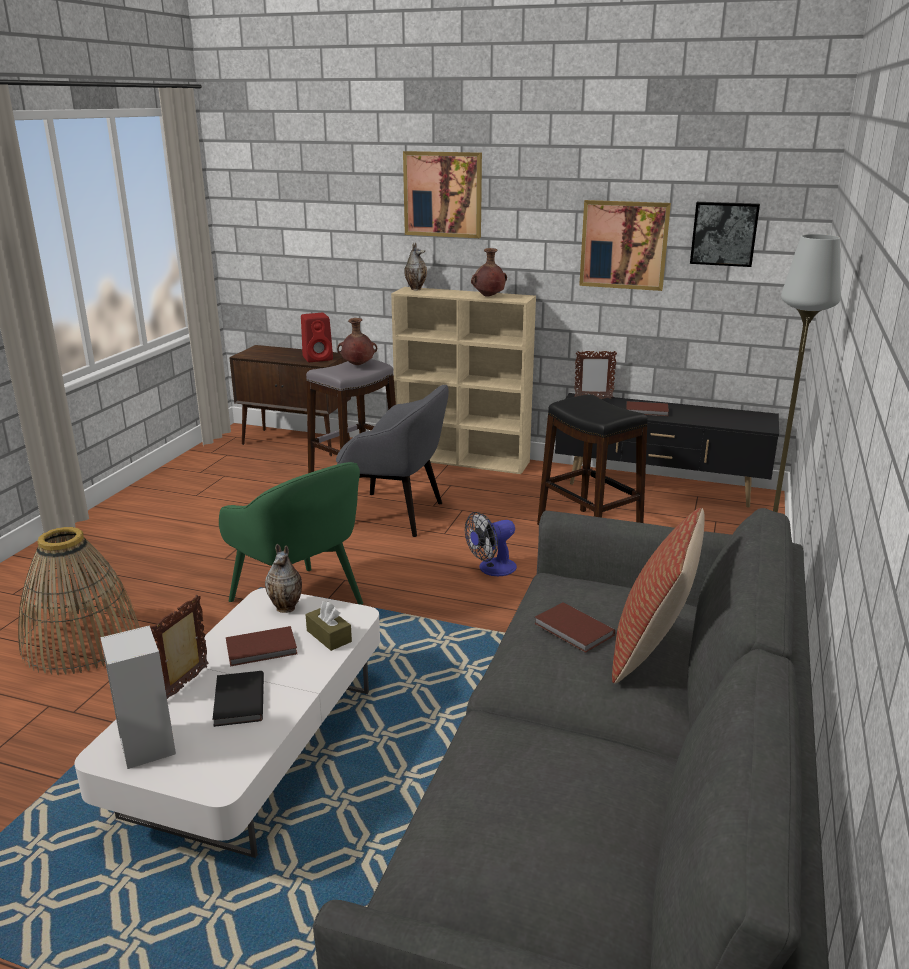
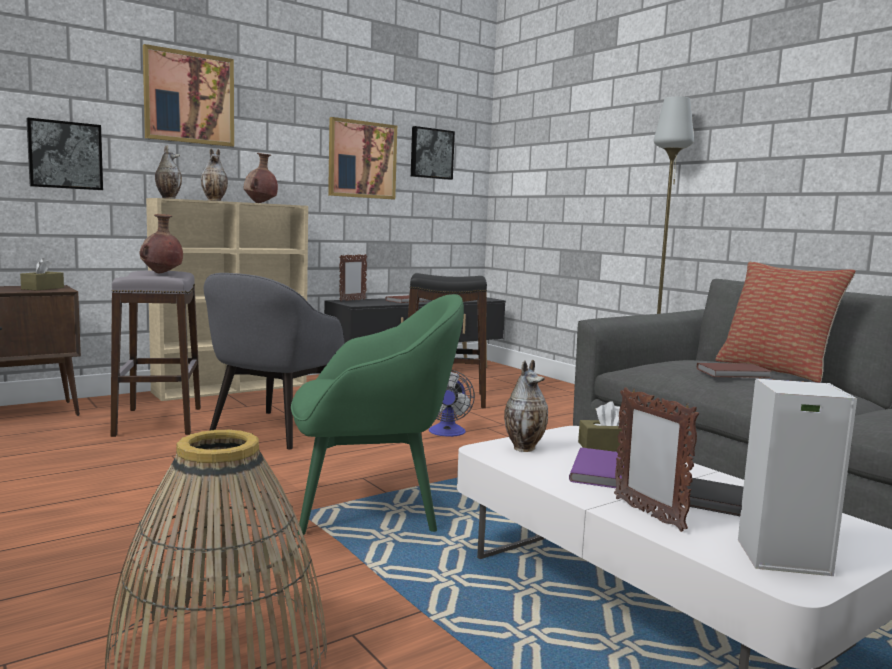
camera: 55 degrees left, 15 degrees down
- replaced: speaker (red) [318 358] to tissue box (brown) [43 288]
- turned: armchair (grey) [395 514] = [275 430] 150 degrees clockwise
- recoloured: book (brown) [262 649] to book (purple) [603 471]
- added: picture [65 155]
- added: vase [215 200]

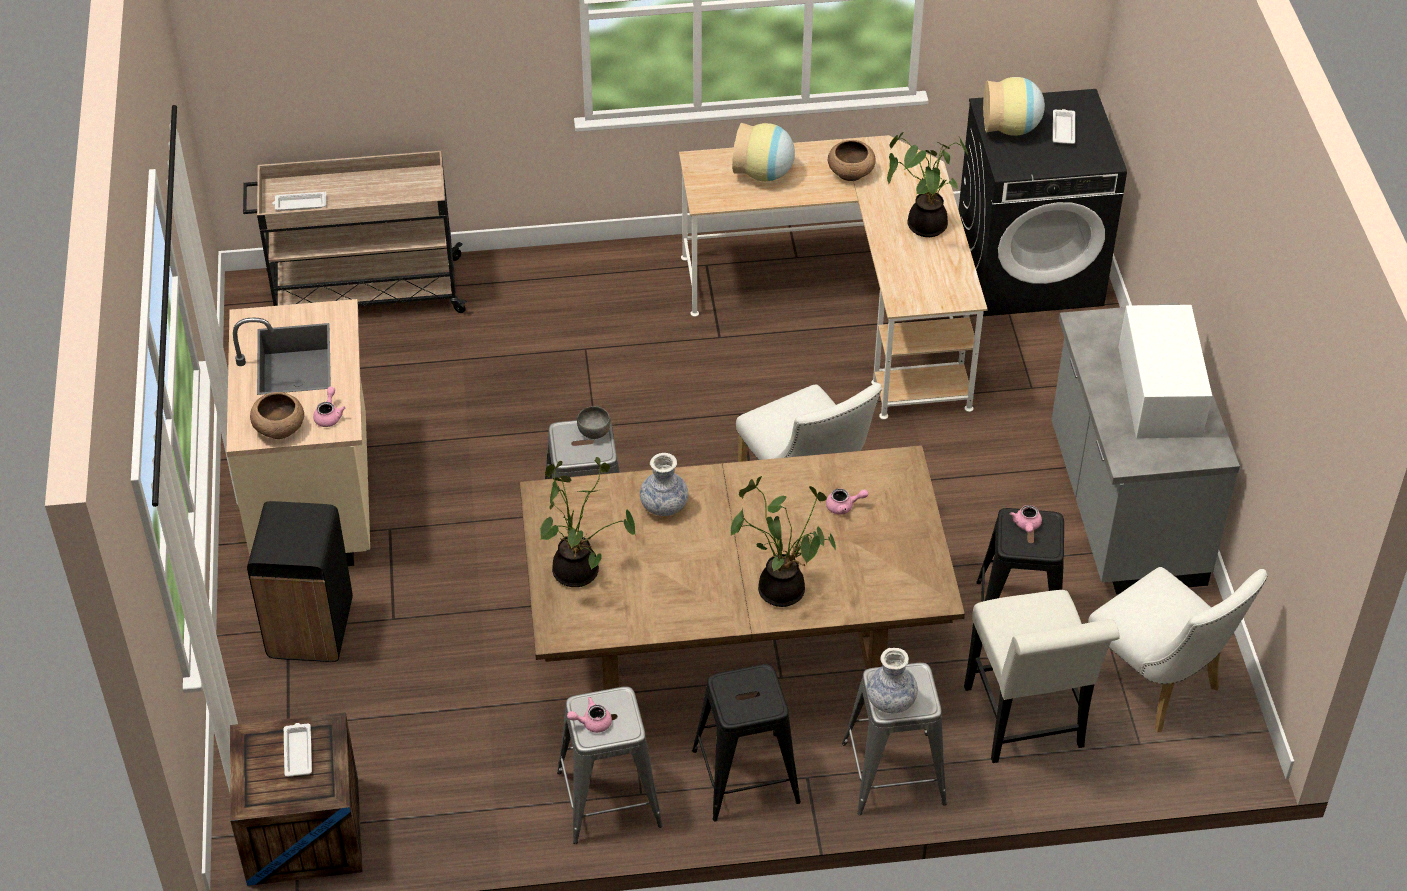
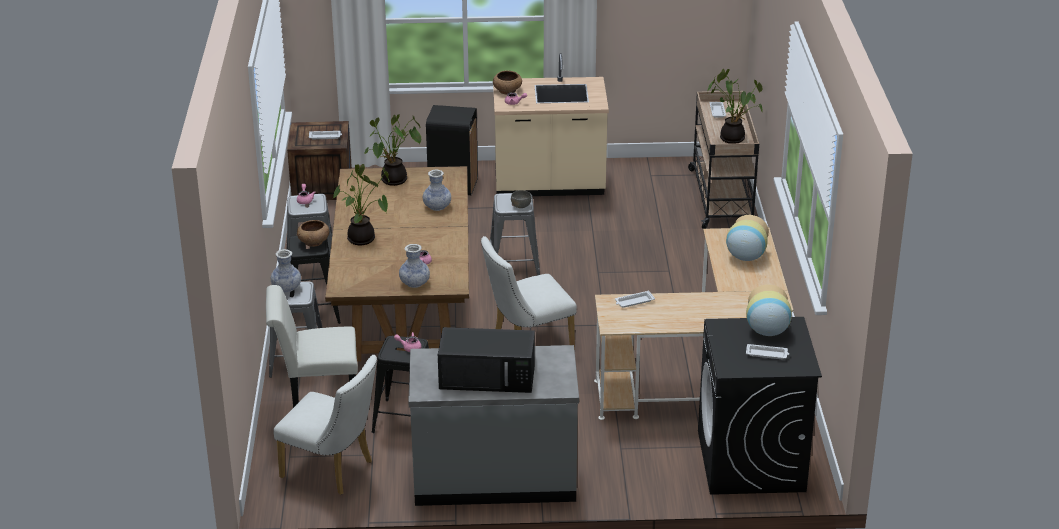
camera: 95 degrees right, 15 degrees down
- moved: potted plant [923 224] to [733 138]
- moved: bowl (brown) [851 173] to [313 242]
- recoloured: microwave (white) [1159 389] to microwave (black) [488 376]
- turned: chair (white) [1158 686] = [333 471] 120 degrees counterclockwise
- added: vase [414 283]
- added: tray (white) [634 302]

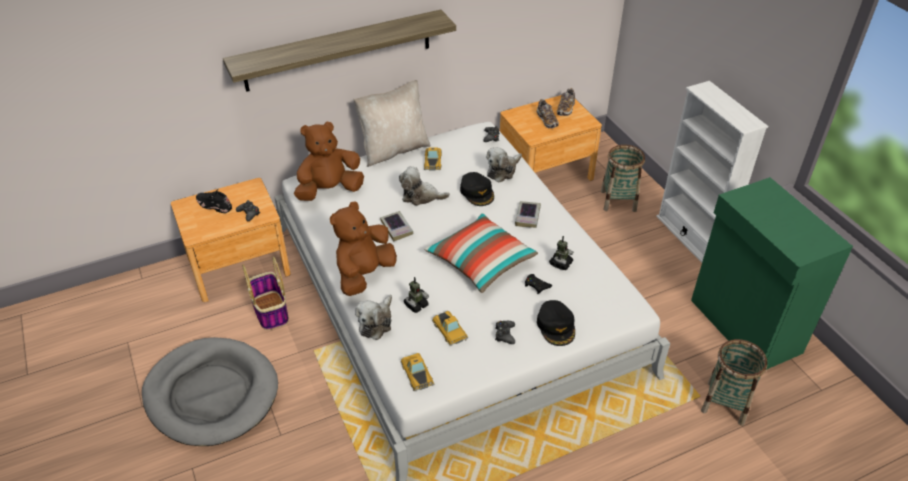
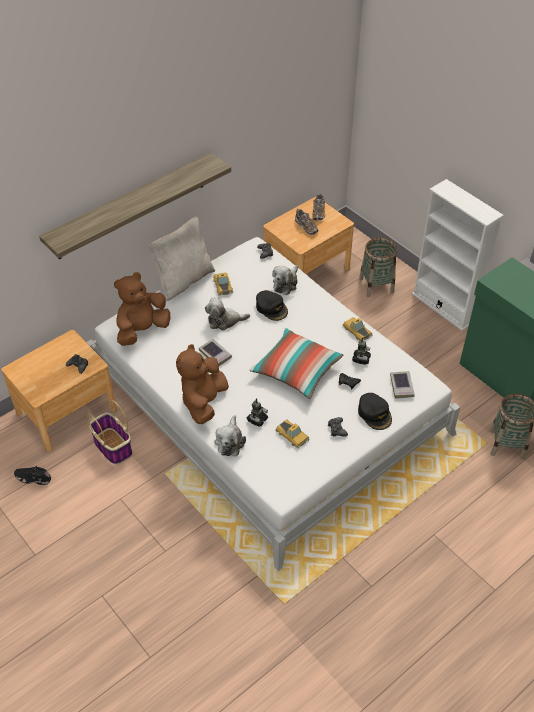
camera: 15 degrees left, 5 degrees up
- moved: shoe (black) [214 205] to [33 478]
- moved: book [527 216] to [401 386]
- removed: dog bed (grey) [212 394]
- moved: toy car [417 373] to [357 330]

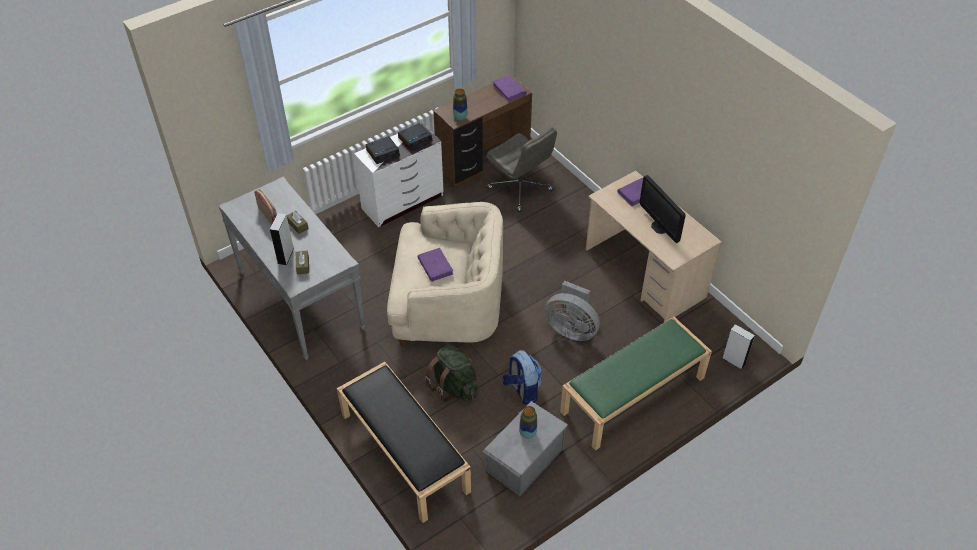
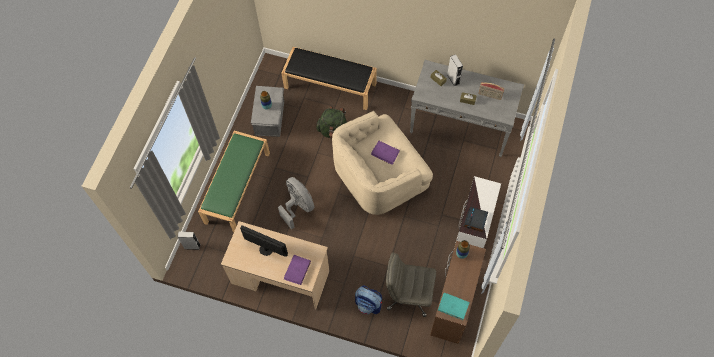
camera: 145 degrees right, 15 degrees up
- recoloured: book (purple) [509 90] to book (turquoise) [453 307]
- removed: alarm clock [383 152]
- turned: fan (grey) [571 329] = [298 206] 60 degrees clockwise
- moved: backpack [522 390] to [368 304]

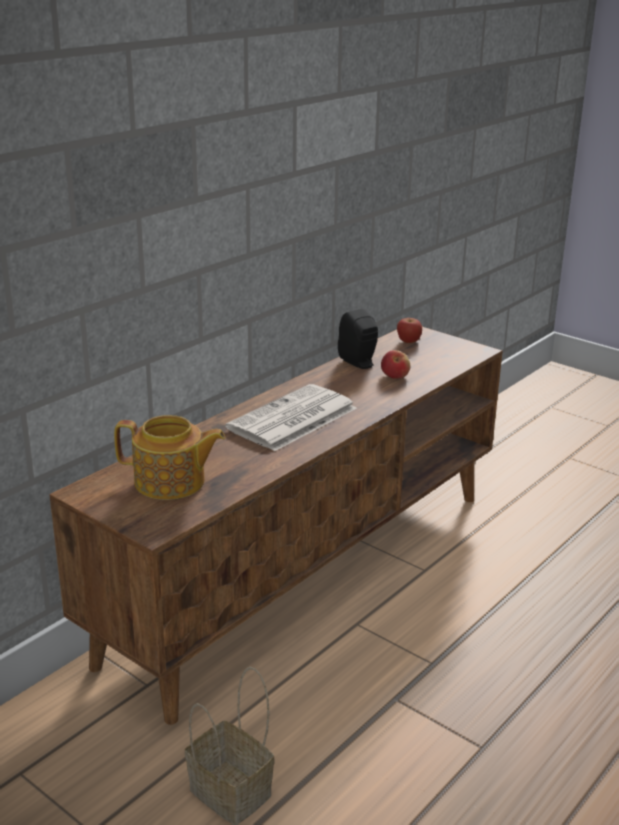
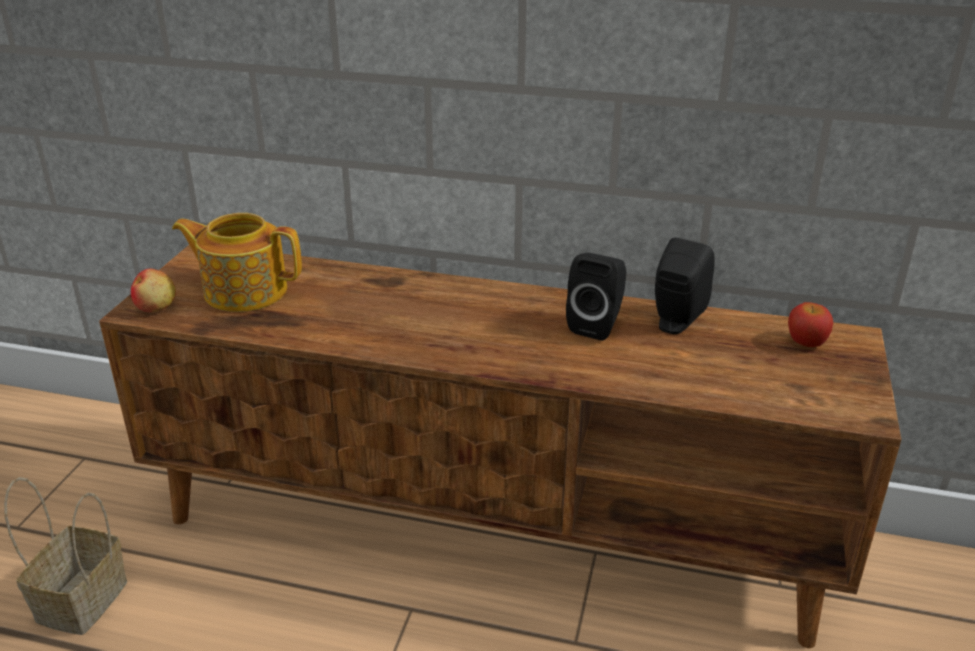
camera: 65 degrees right, 5 degrees up
- moved: apple [395 375] to [157 307]
- removed: newspaper [292 419]
- turned: teapot [171 482] = [244 290] 120 degrees clockwise
- added: speaker (black) [597 325]

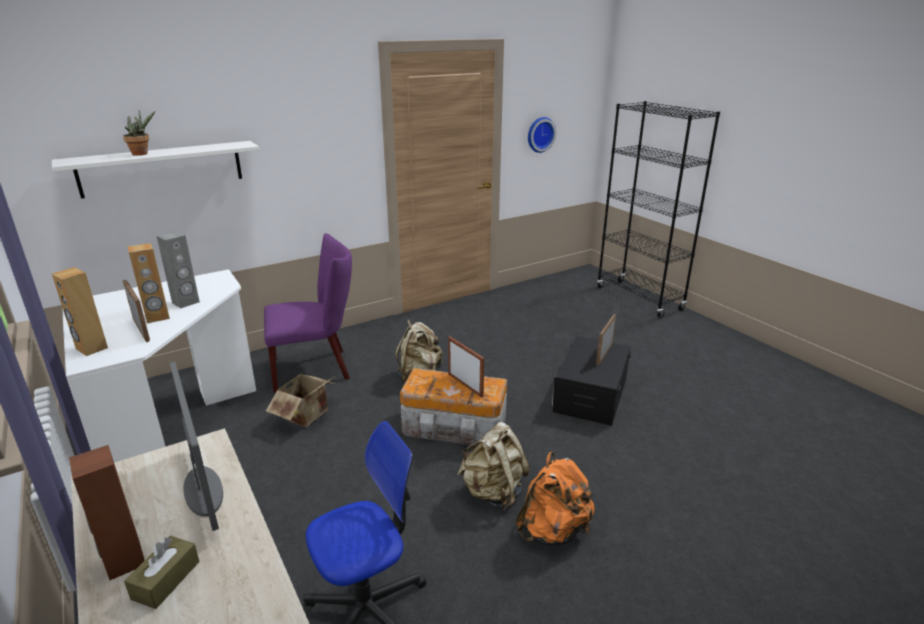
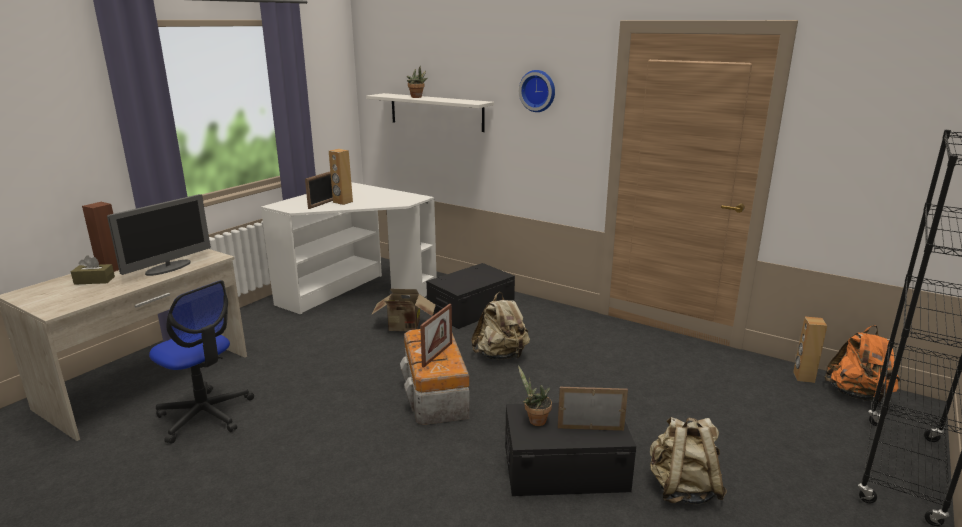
camera: 65 degrees right, 5 degrees down
- moved: wall clock [539 134] to [538 90]
- removed: speaker (grey) [186 302]
- replaced: chair (purple) [316 368] to storage box (black) [471 309]
- moved: speaker (brown) [91 348] to [803 377]
- moved: backpack (beige) [493 492] to [682 489]
- moved: backpack (orange) [553 531] to [858 395]
- added: potted plant [534 420]

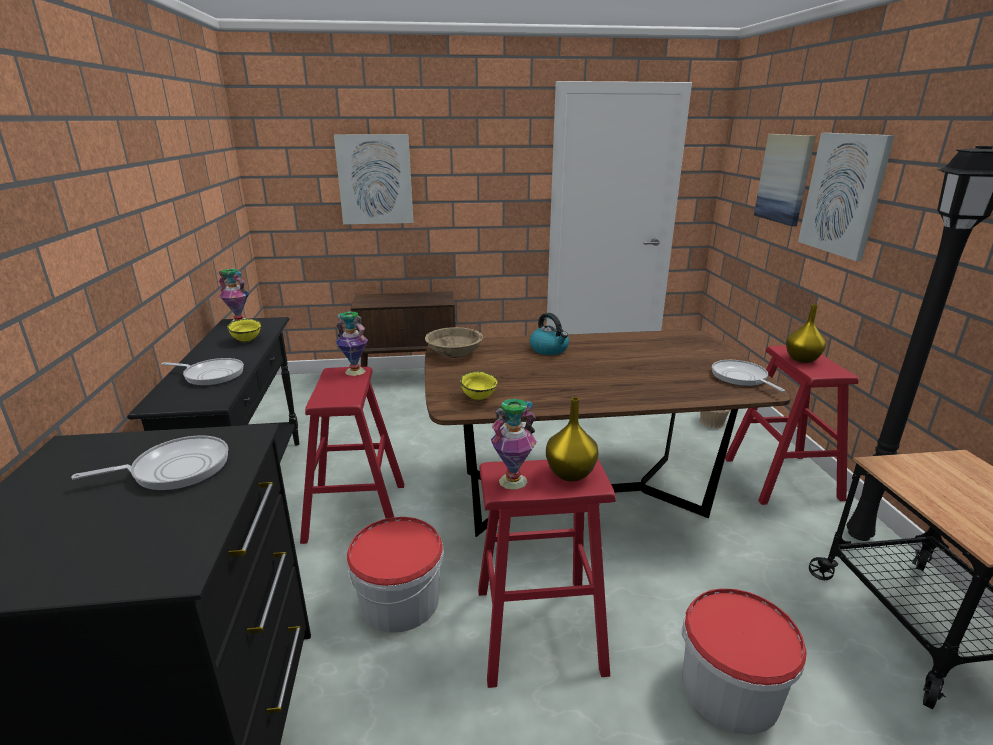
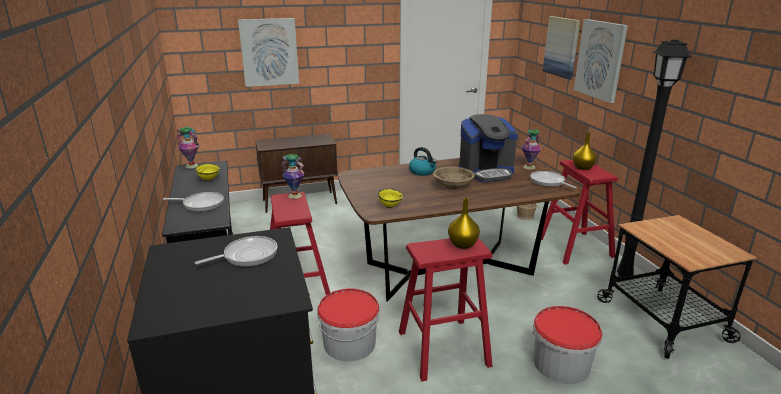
camera: 10 degrees left, 0 degrees up
- moved: bowl (beige) [454 354] to [453 186]
- moved: vase [513 480] to [529 167]
- added: coffee machine [486 172]

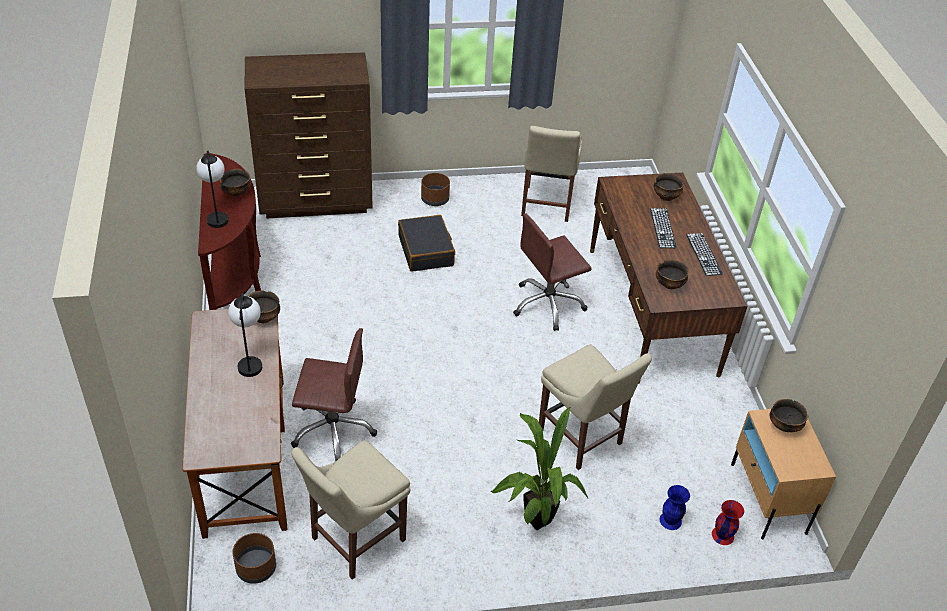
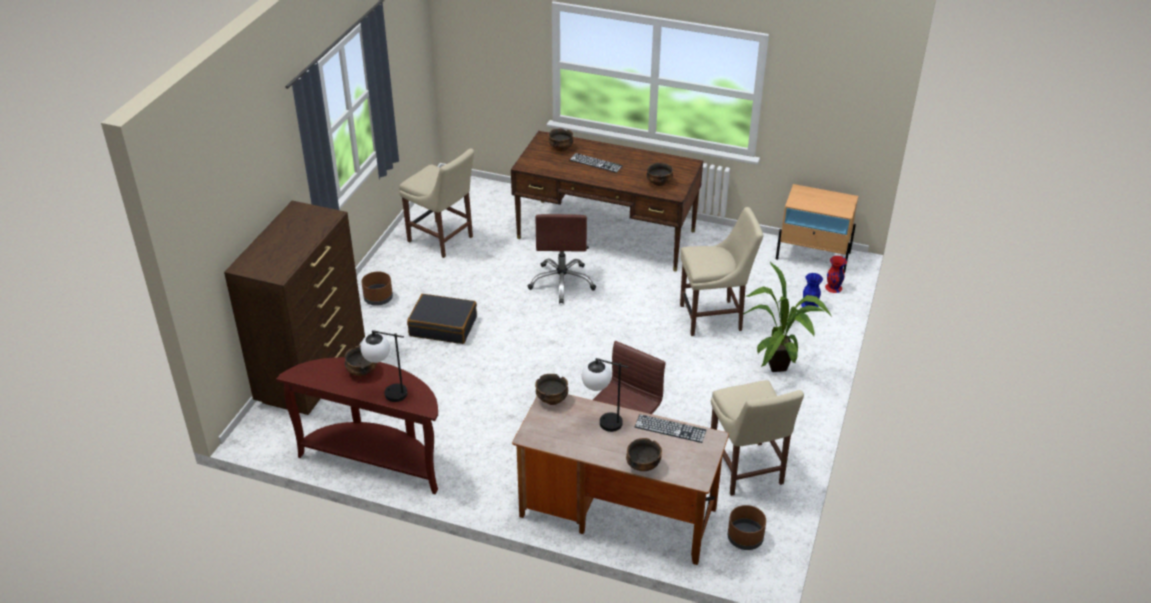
camera: 60 degrees left, 5 degrees down
- moved: keyboard [704 254] to [670 428]
- moved: bowl [784 426] to [642 466]

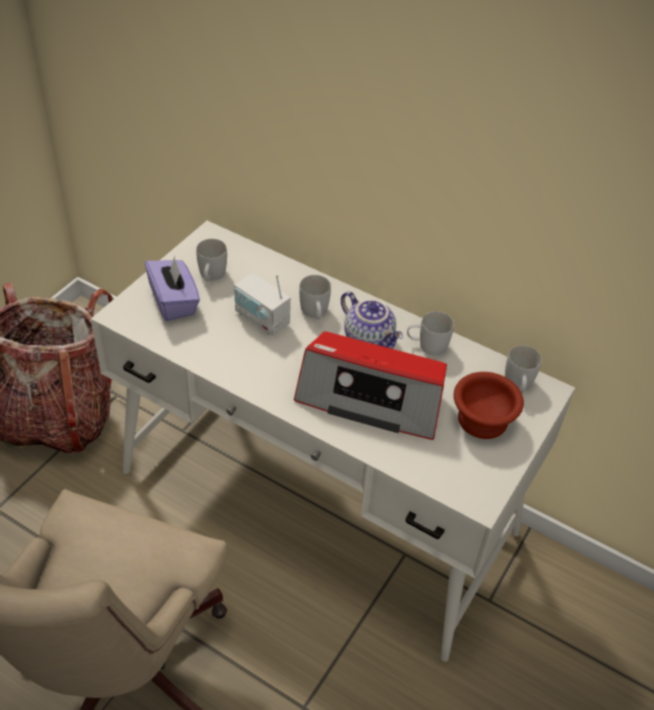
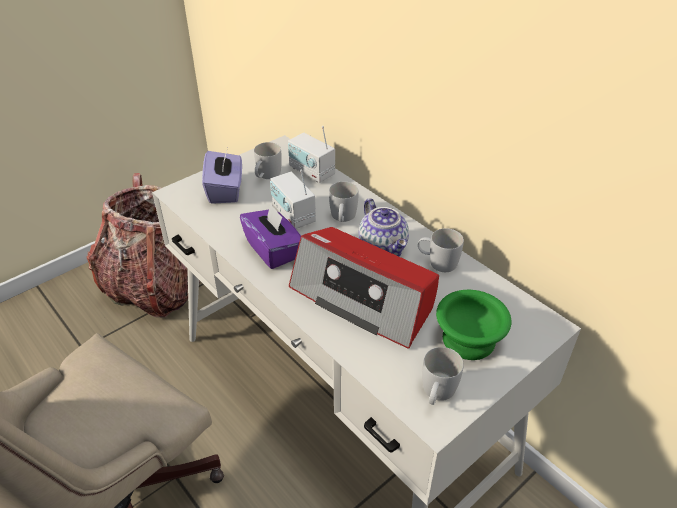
camera: 20 degrees right, 5 degrees down
- moved: mug (white) [518 385] to [437 393]
- recoloured: bowl (brown) [485 420] to bowl (green) [470 341]
- added: radio [311 172]
- added: tissue box (purple) [273 250]

